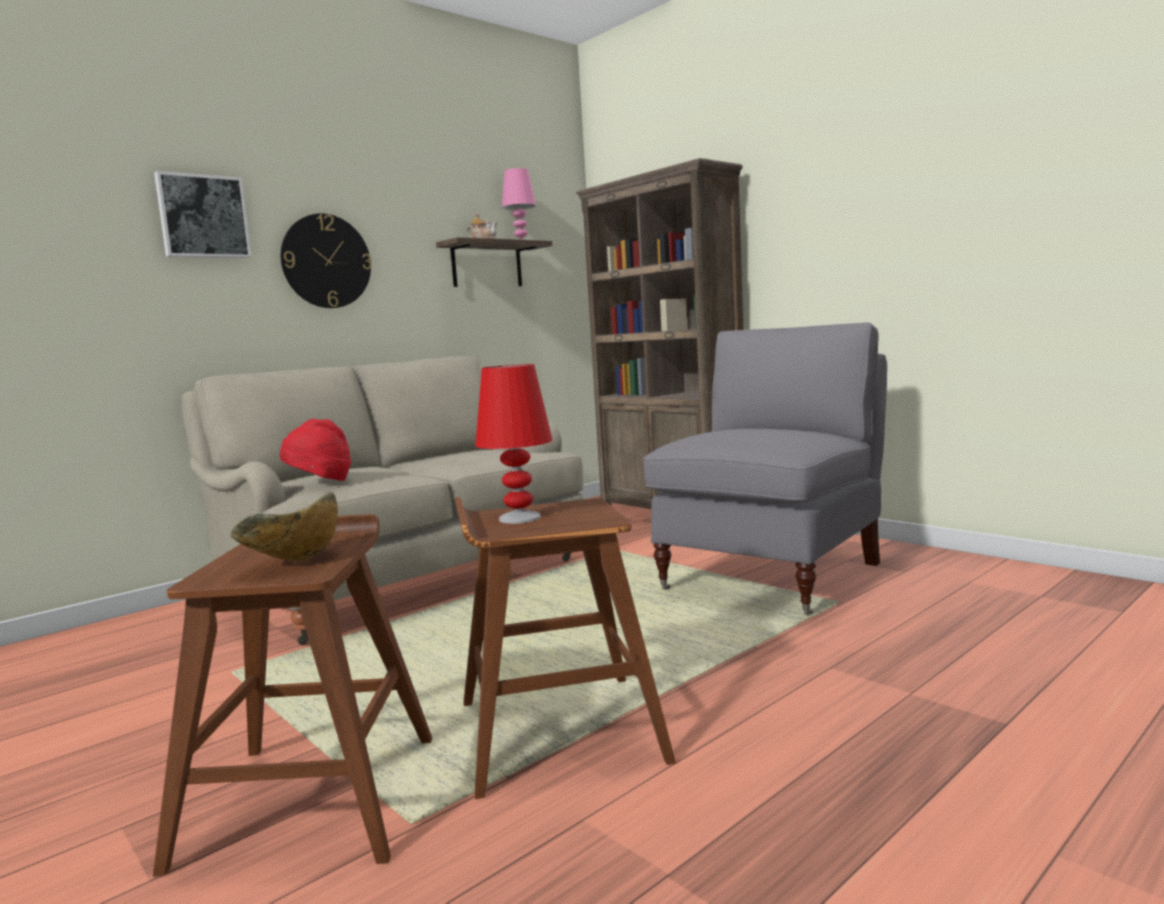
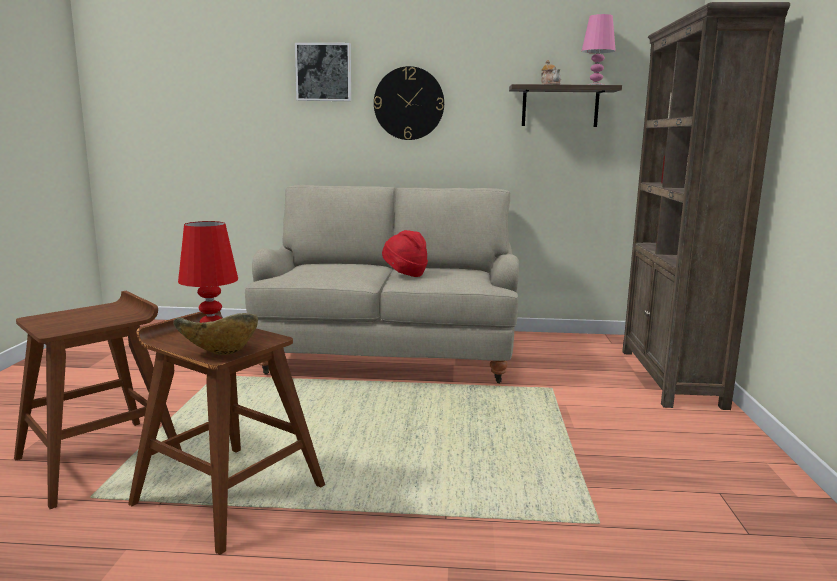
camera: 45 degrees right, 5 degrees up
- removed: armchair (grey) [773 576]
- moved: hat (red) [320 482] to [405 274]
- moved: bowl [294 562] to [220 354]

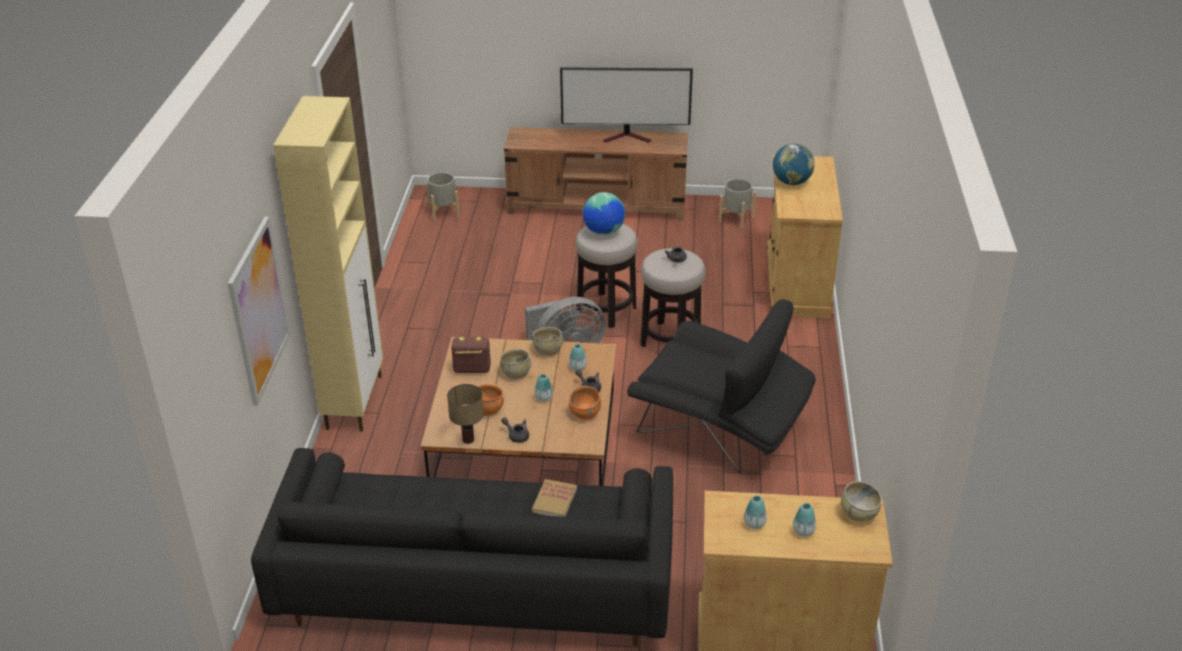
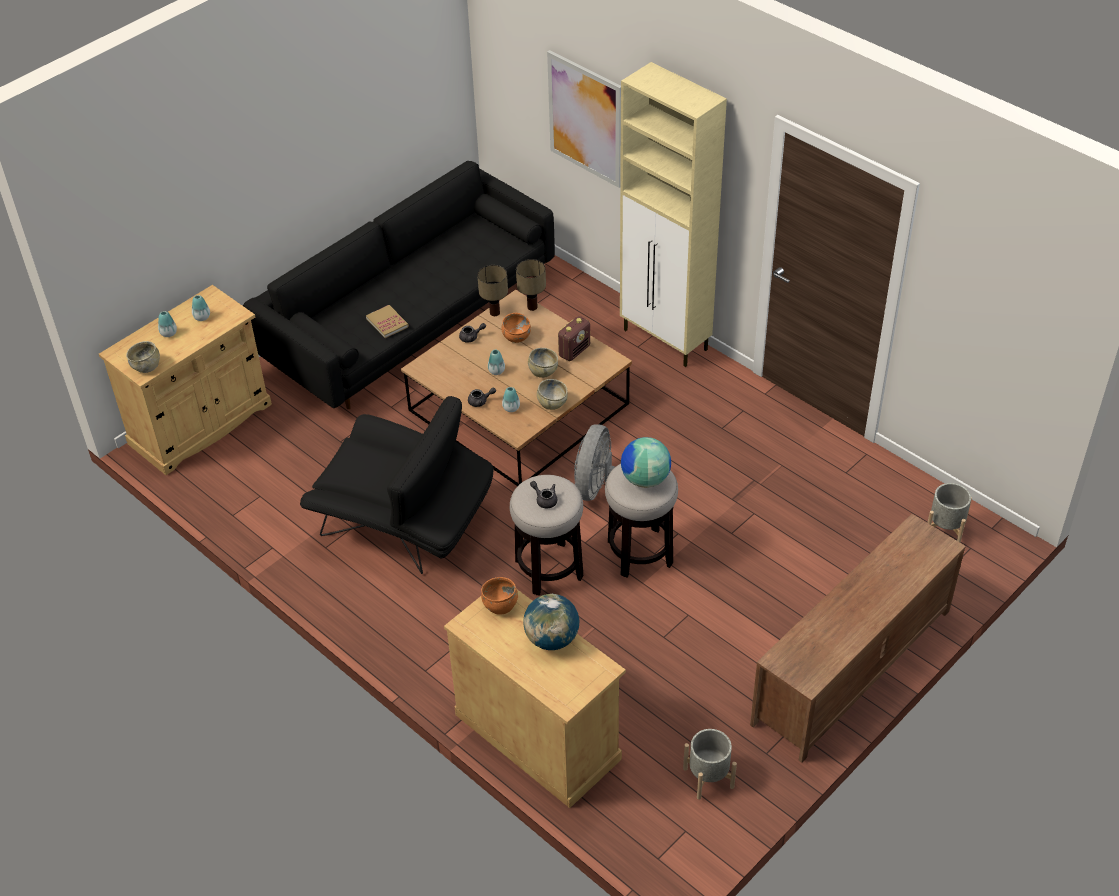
camera: 130 degrees right, 10 degrees up
- removed: television [628 137]
- turned: armchair (black) [720 429] = [405 523] 135 degrees counterclockwise
- moved: bowl (orange) [585 413] to [500 605]
- added: table lamp [531 307]

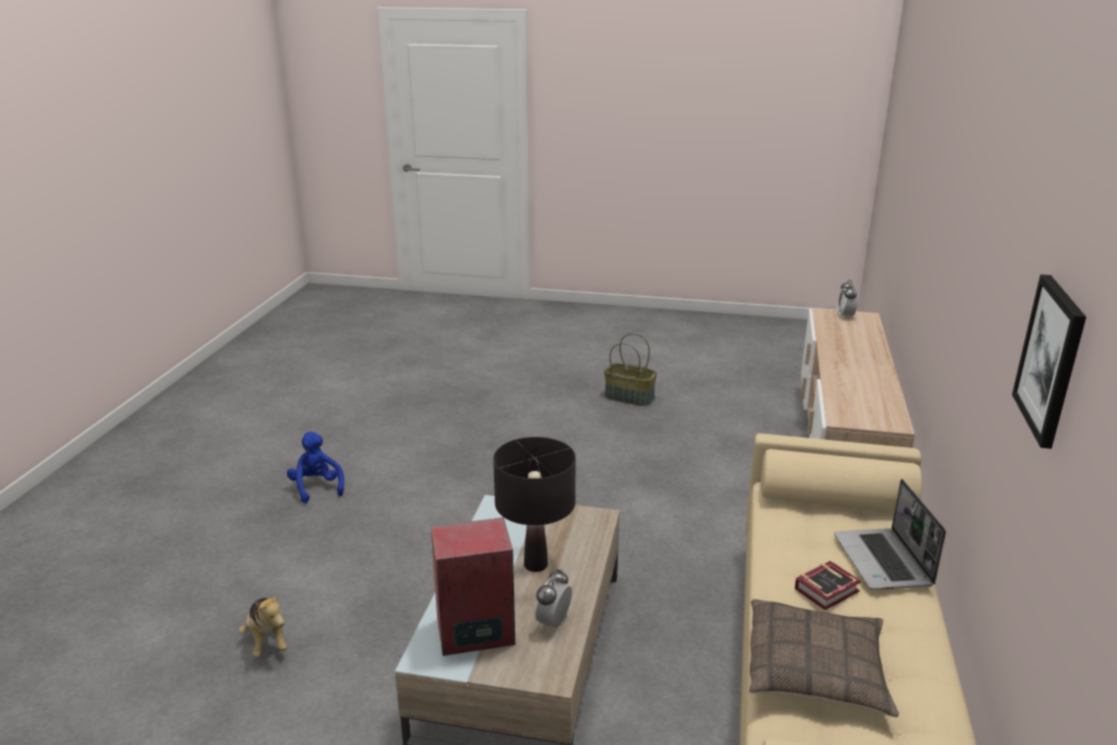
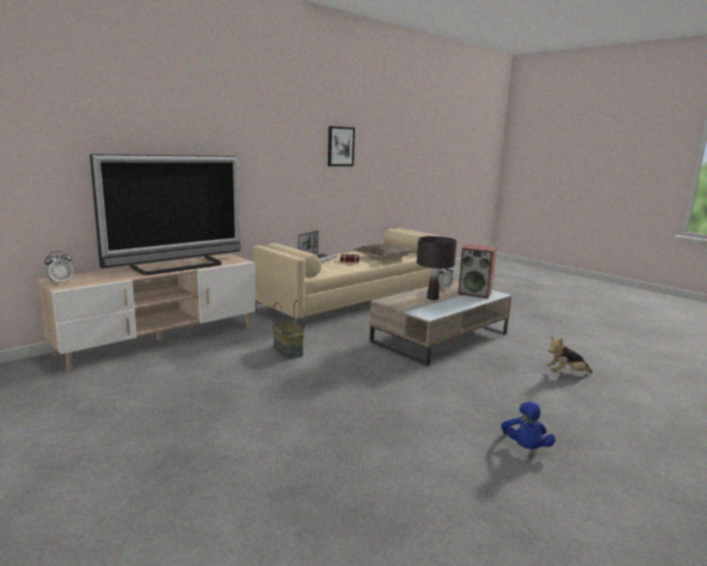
camera: 145 degrees left, 10 degrees down
- moved: basket [630 397] to [287 350]
- turned: plush toy [267 640] = [566 374] 105 degrees counterclockwise
- added: television [179 266]

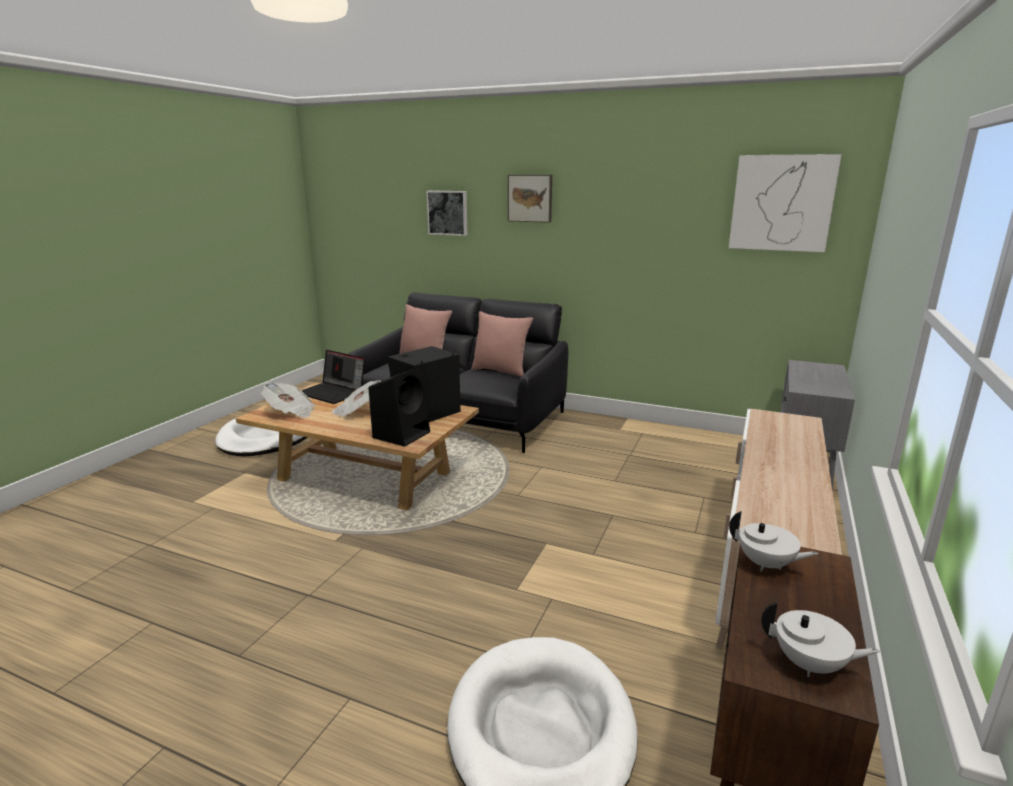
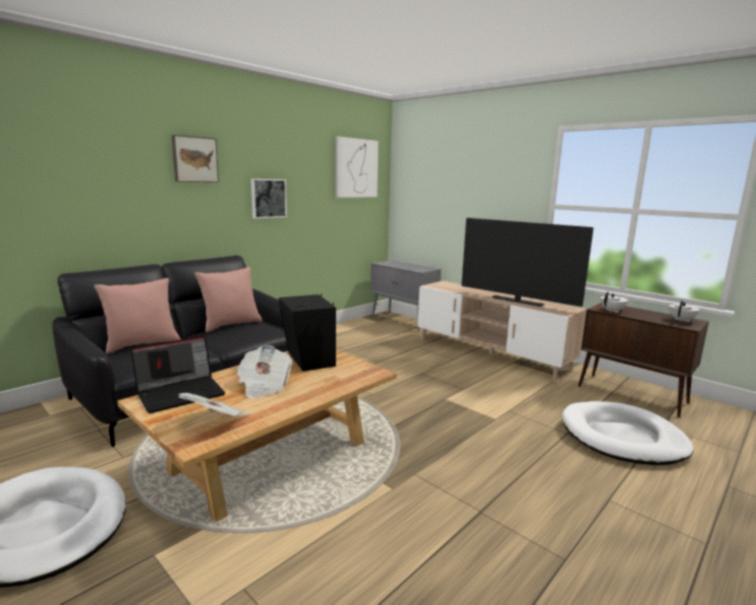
camera: 70 degrees left, 5 degrees down
- moved: picture [448 212] to [268 198]
- removed: speaker (black) [402 434]
- added: television [517 301]

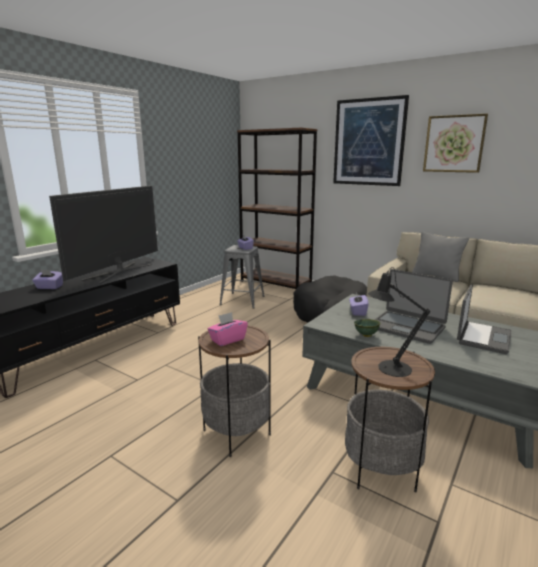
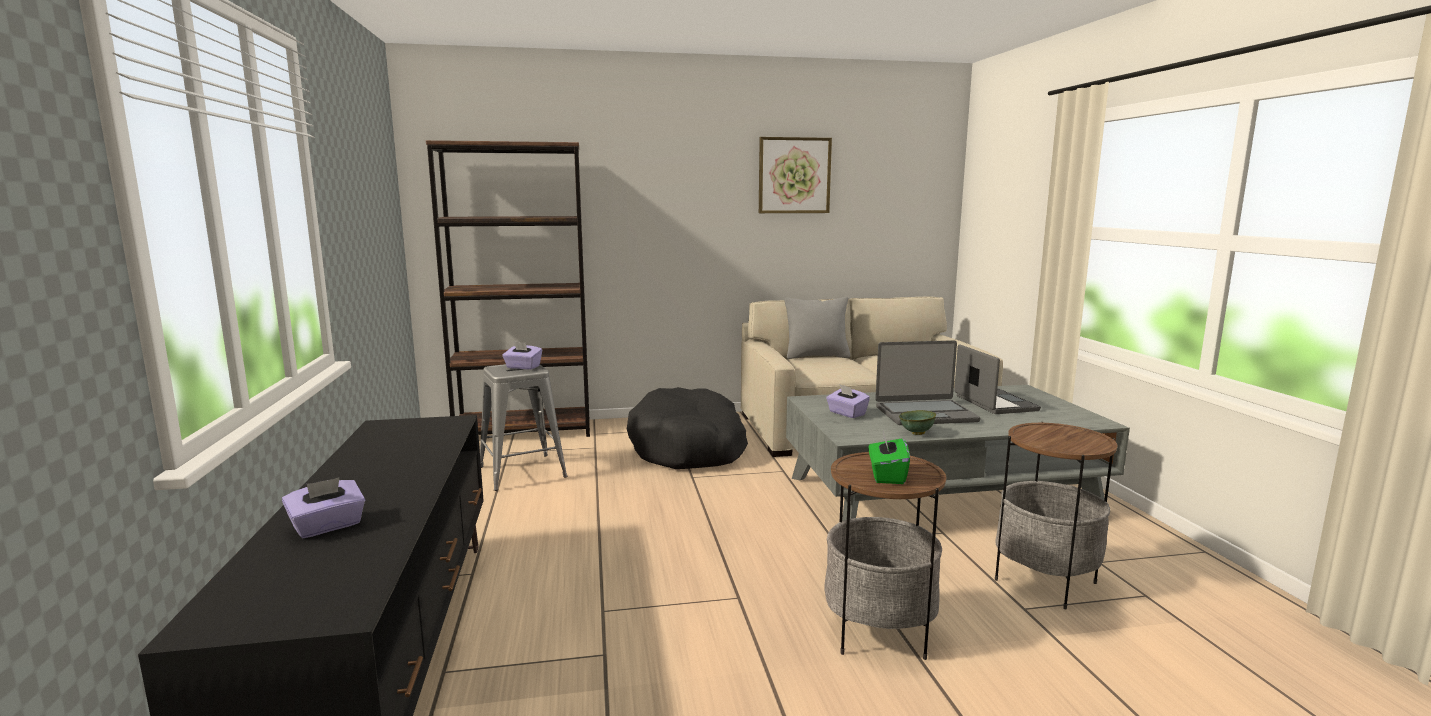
camera: 45 degrees left, 5 degrees down
- removed: picture [368 142]
- removed: television [118 272]
- removed: table lamp (black) [389 368]
- recoloured: tissue box (pink) [227 340] to tissue box (green) [887 475]

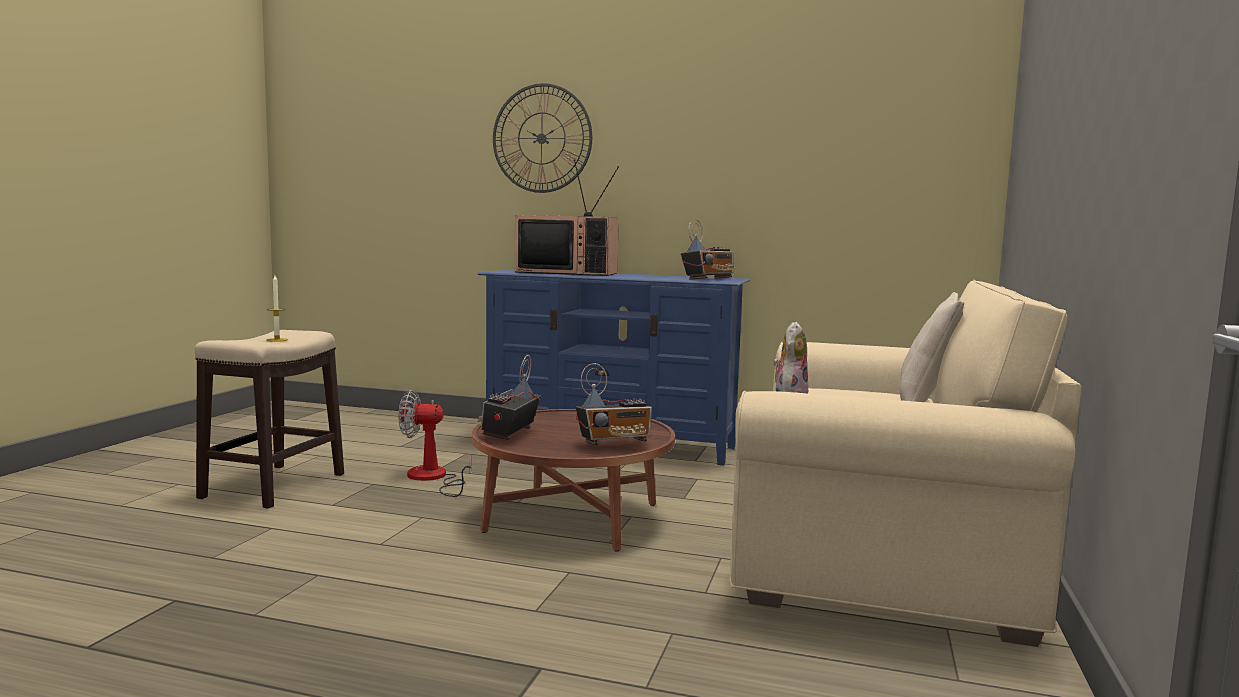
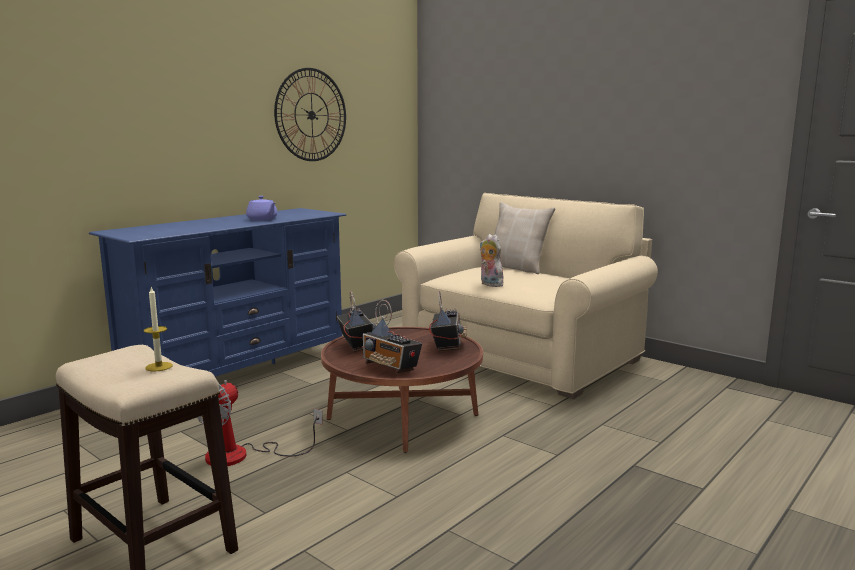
camera: 65 degrees left, 5 degrees up
- moved: wall clock [541 138] to [311 115]
- removed: television [568 273]
- moved: radio [708 279] to [357 344]
- added: teapot (purple) [262 219]

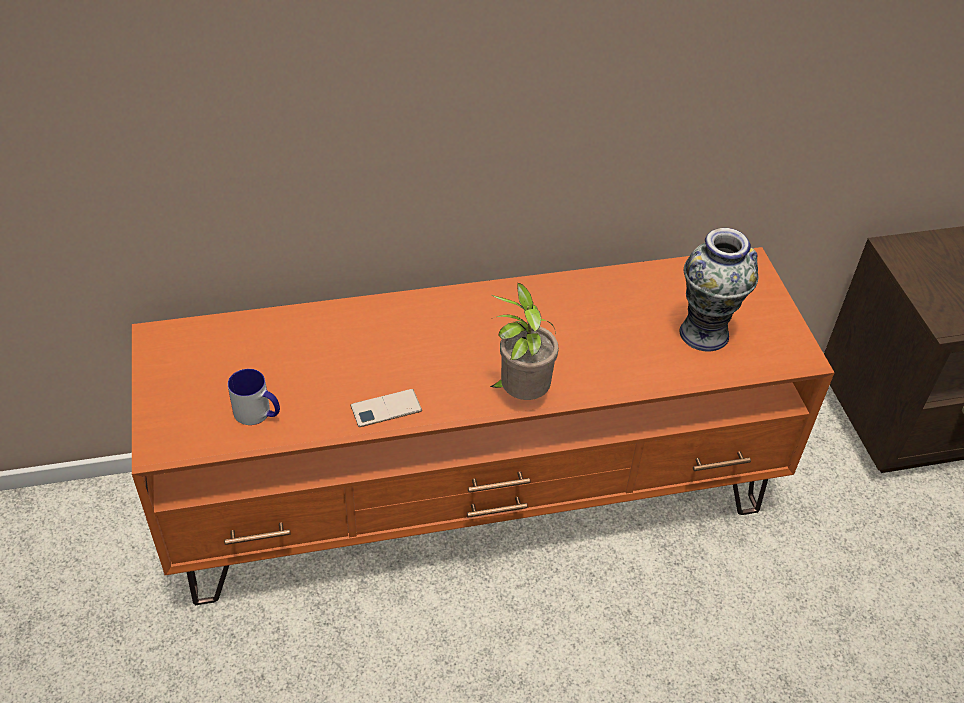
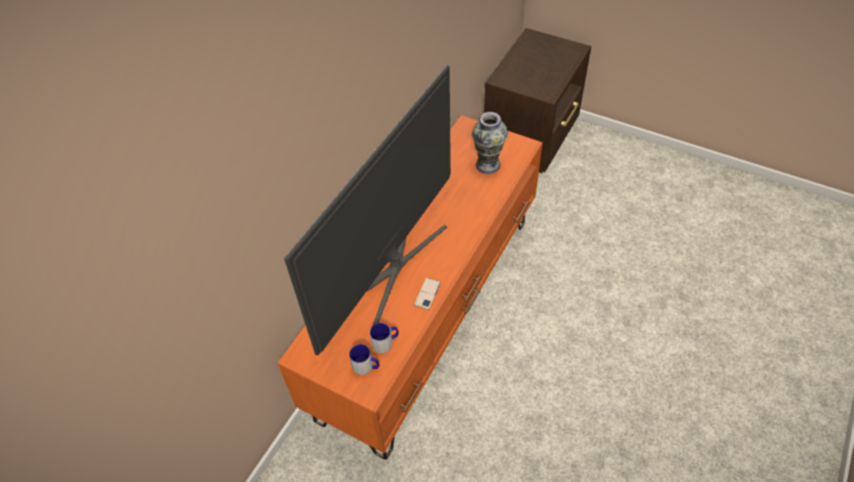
camera: 45 degrees left, 5 degrees up
- removed: potted plant [520 394]
- added: television [392 266]
- added: mug [366 366]

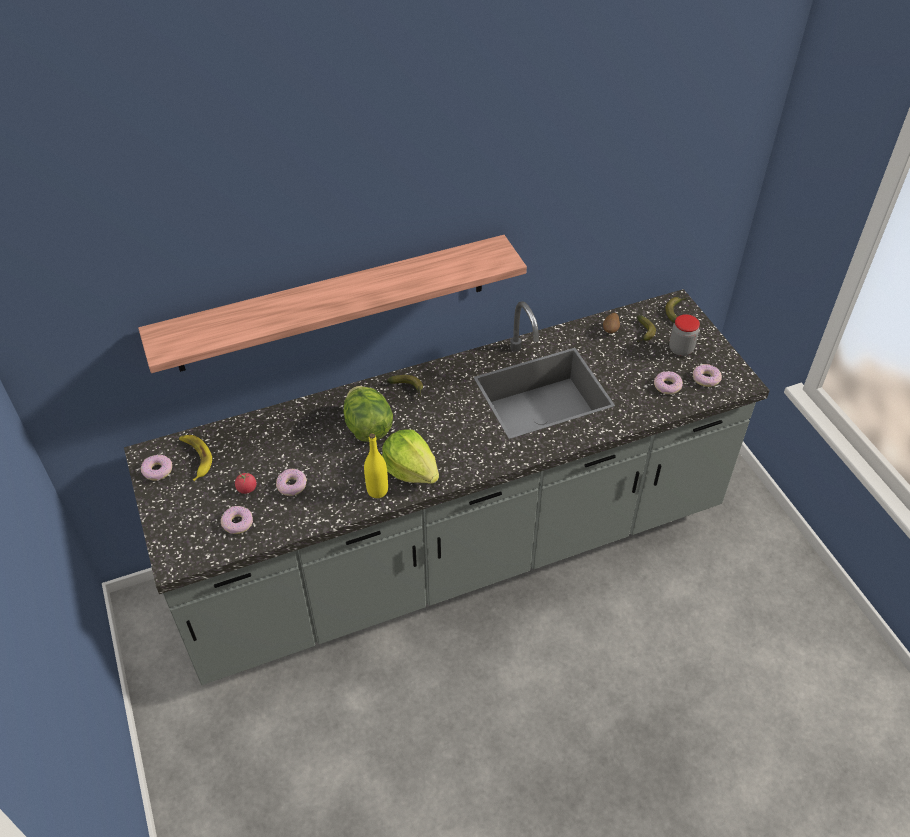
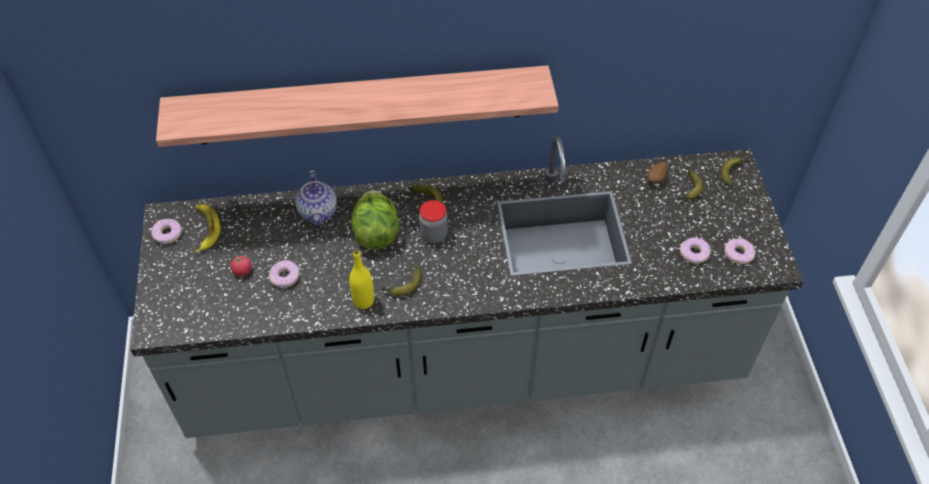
camera: 15 degrees right, 5 degrees up
- moved: jar [681 349] to [433 235]
- replaced: lettuce [411 469] to banana [403 286]
- removed: donut [237 523]
- added: teapot [318 212]

